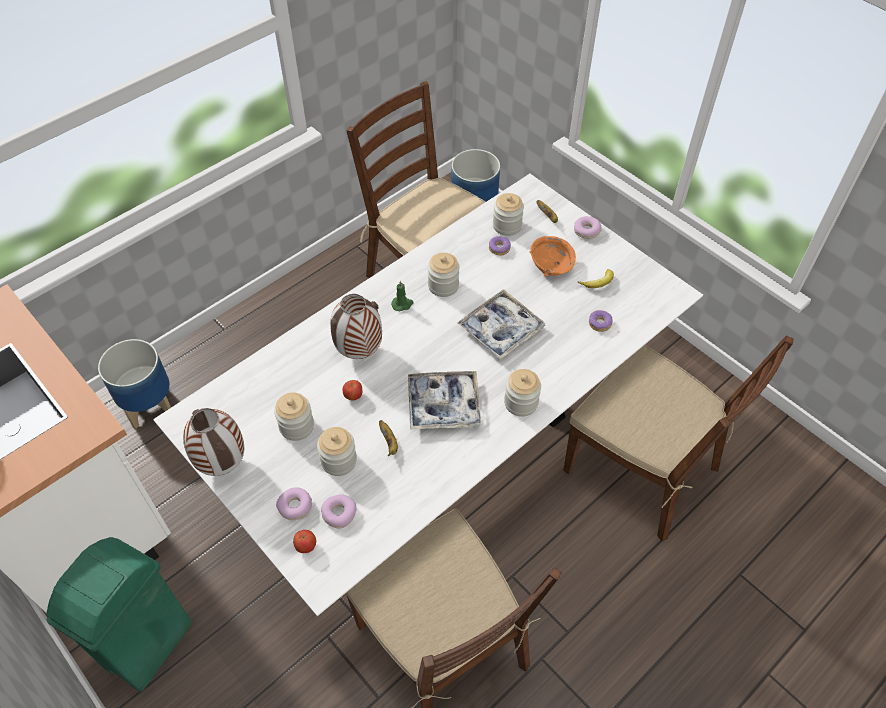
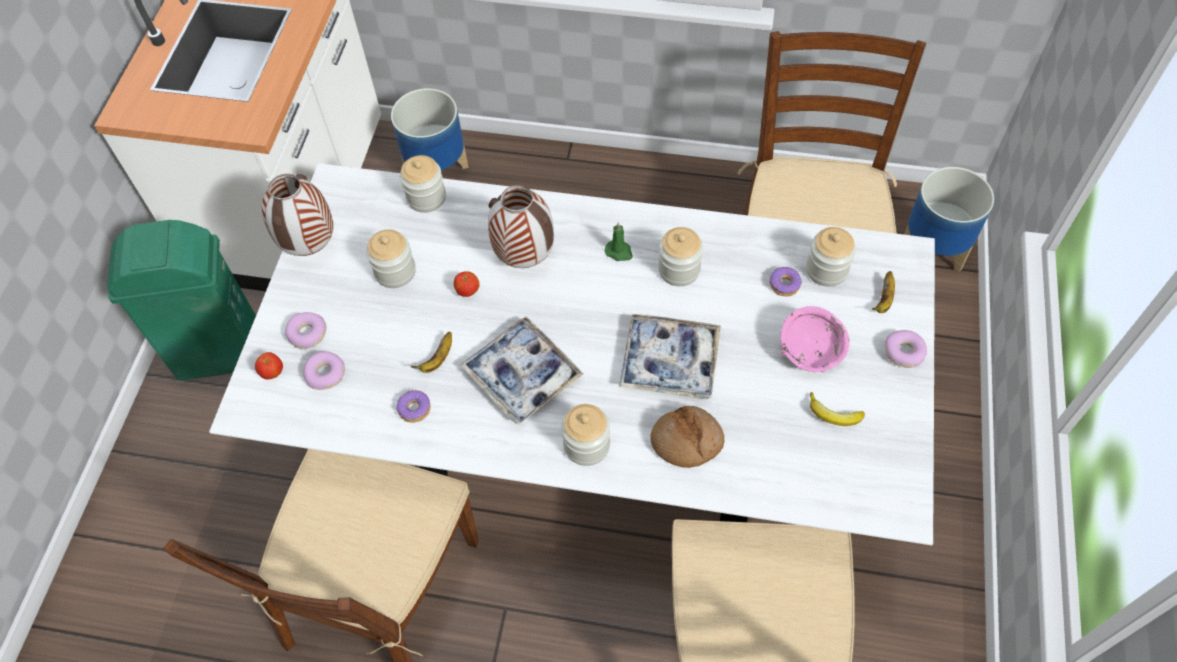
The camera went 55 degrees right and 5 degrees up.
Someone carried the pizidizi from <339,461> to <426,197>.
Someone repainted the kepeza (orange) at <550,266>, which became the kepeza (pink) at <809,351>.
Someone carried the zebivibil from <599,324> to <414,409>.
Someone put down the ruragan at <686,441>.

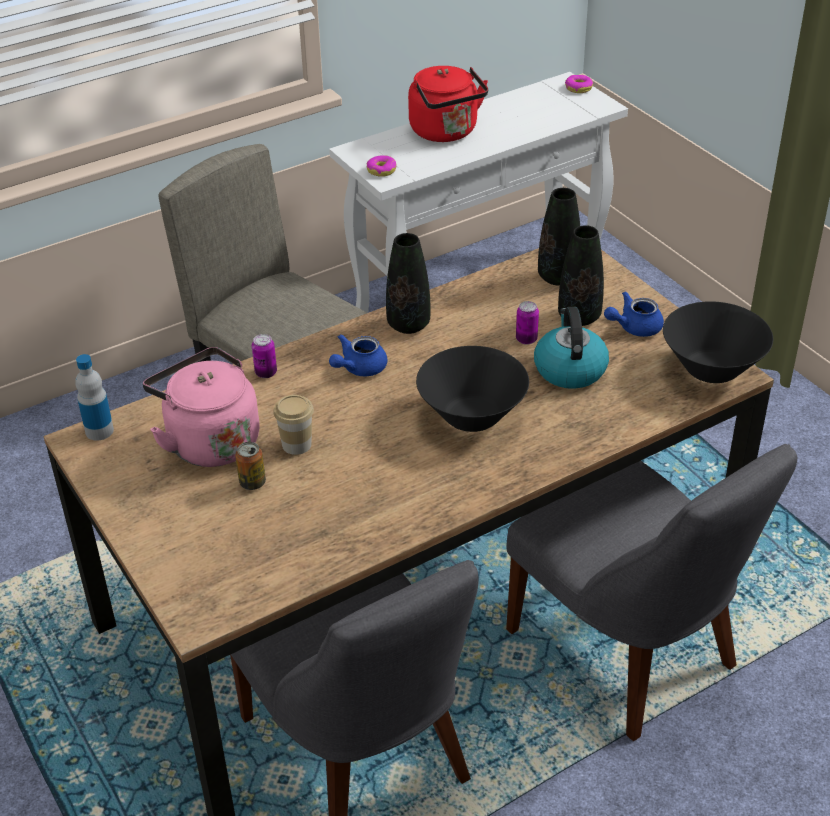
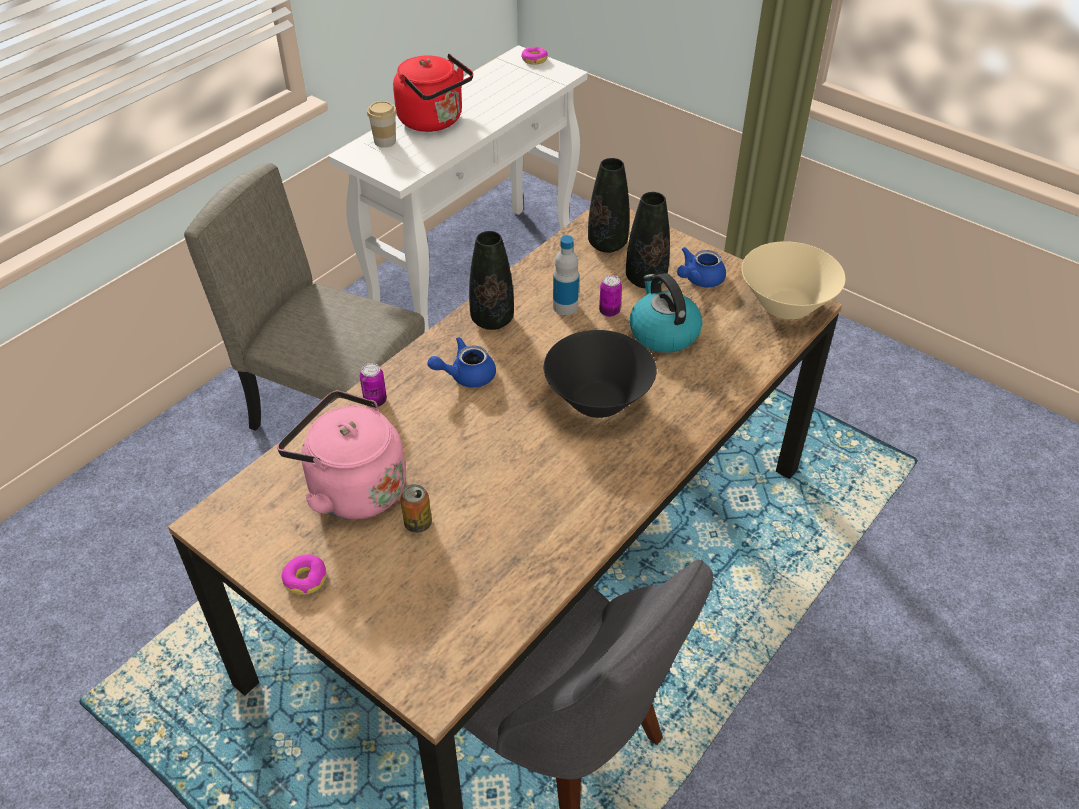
The camera went 20 degrees left and 5 degrees up.
Someone carried the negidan from <99,431> to <565,306>.
Someone carried the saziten from <296,444> to <385,141>.
Someone rotated the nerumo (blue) at <359,368> by 45 degrees clockwise.
Someone carried the zebivibil from <381,170> to <305,579>.
Someone took away the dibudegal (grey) at <628,654>.
Someone repainted the kepeza (black) at <712,369>, which became the kepeza (beige) at <786,305>.

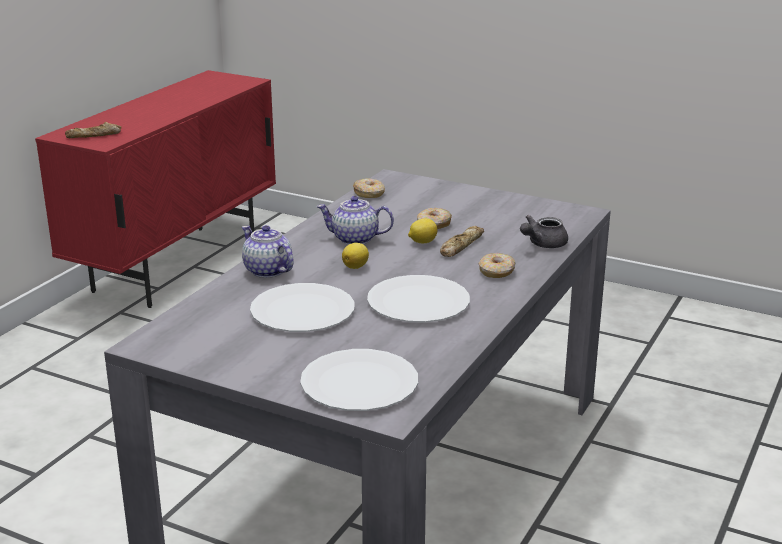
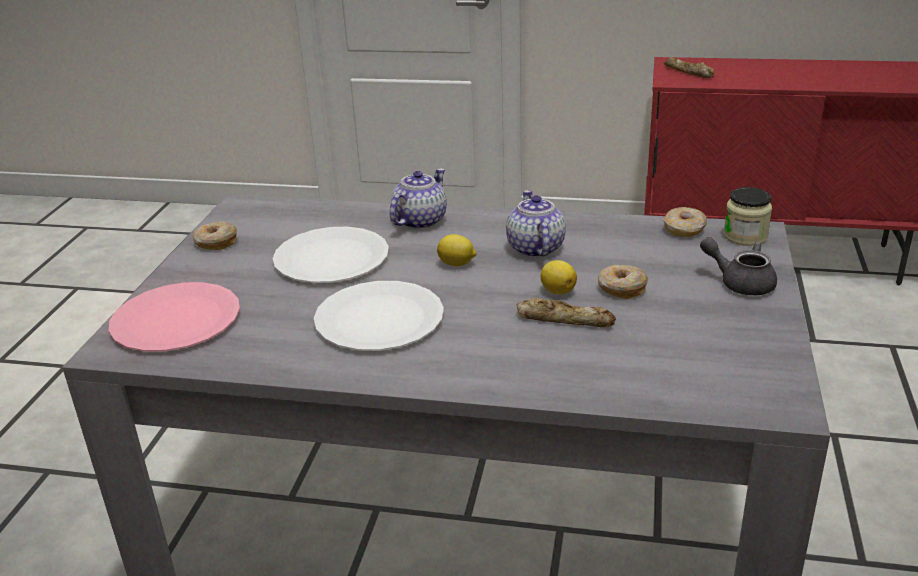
The camera went 75 degrees right and 5 degrees up.
Someone repainted the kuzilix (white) at <359,383>, which became the kuzilix (pink) at <175,320>.
Someone carried the zebivibil from <496,272> to <216,243>.
Someone carried the nerumo (grey) from <542,244> to <740,282>.
Someone put down the pizidizi at <745,236>.

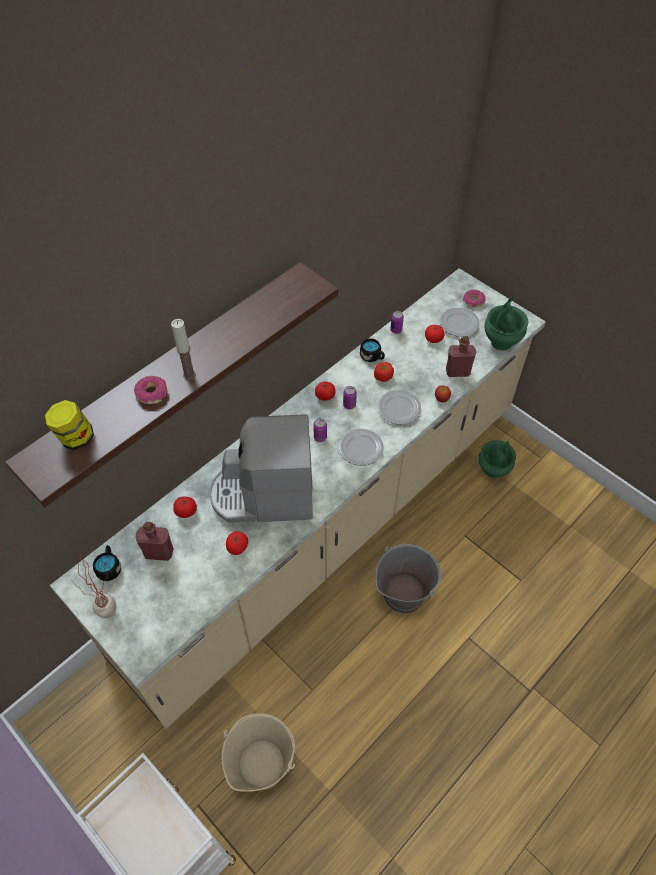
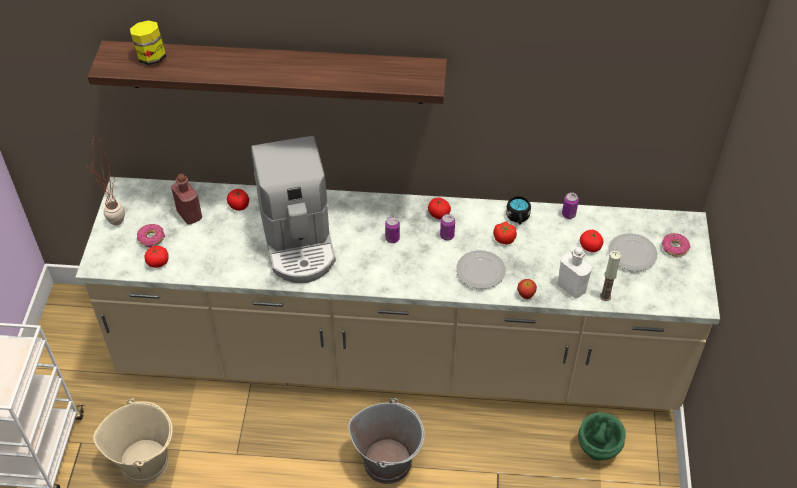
The camera went 50 degrees right and 5 degrees down.
Someone took away the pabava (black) at <109,567>.
Someone carried the zebivibil from <152,393> to <151,238>.
Someone carried the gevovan from <189,375> to <605,296>.
Someone rotated the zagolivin at <264,496> by 150 degrees counterclockwise.
Someone carried the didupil from <237,547> to <158,263>.
Someone took away the kuzilix at <361,449>.
Someone repainted the negidan (red) at <457,372>, which became the negidan (white) at <571,287>.
Someone took away the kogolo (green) at <501,342>.

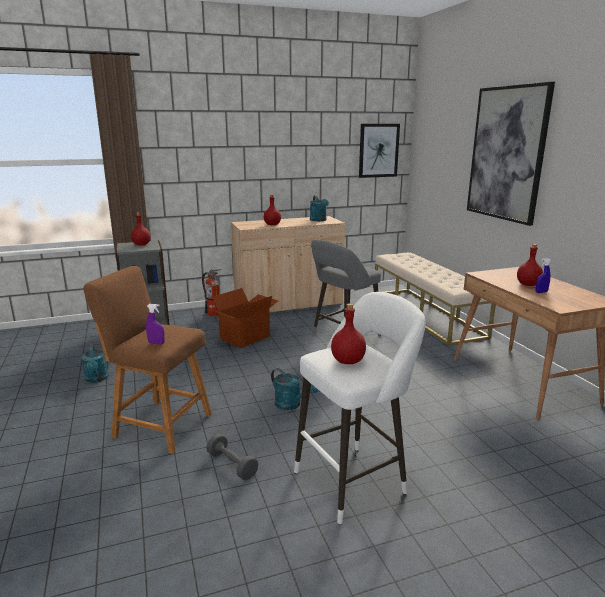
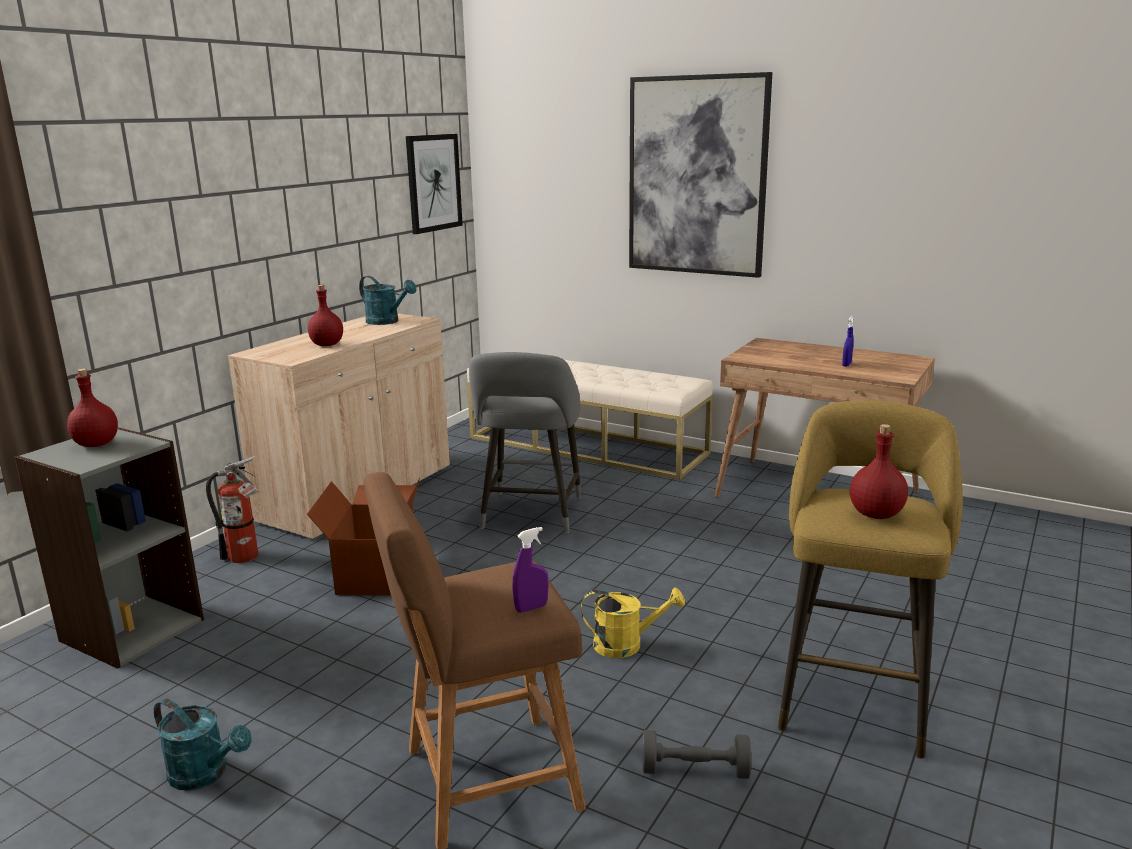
The camera went 40 degrees left and 0 degrees up.
Someone repainted the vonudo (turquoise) at <291,405>, which became the vonudo (yellow) at <627,645>.
Someone repainted the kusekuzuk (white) at <354,479>, which became the kusekuzuk (yellow) at <853,697>.
Someone took away the negidan (red) at <527,285>.

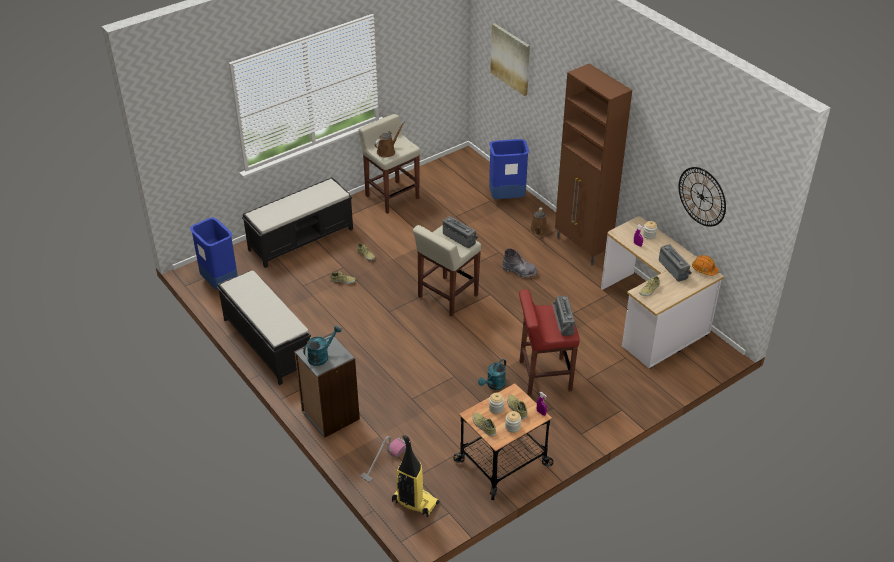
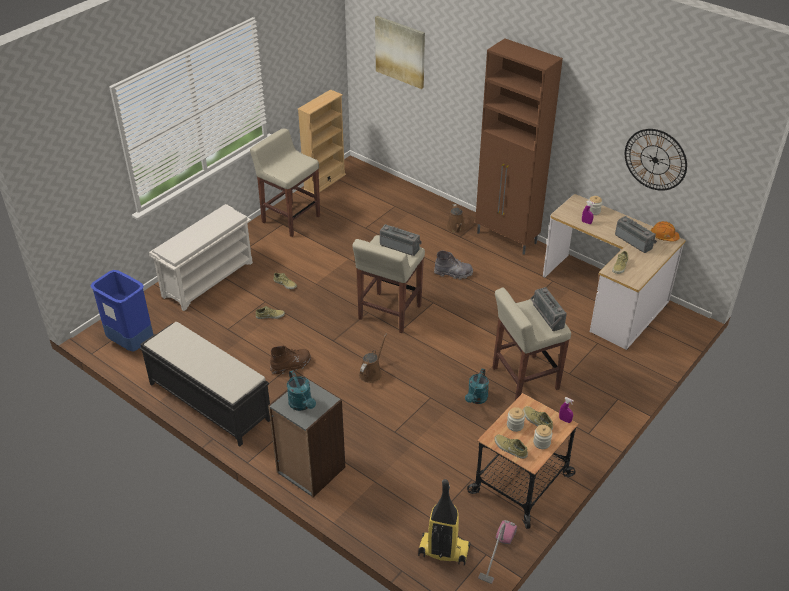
The camera went 15 degrees left and 0 degrees up.
Someone swapped the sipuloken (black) at <301,239> for the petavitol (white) at <208,279>.
Someone rotated the vonudo (turquoise) at <321,356> by 120 degrees clockwise.
Someone carried the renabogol from <384,462> to <497,553>.
Someone carried the vonudo (brown) from <387,151> to <371,373>.
Someone took away the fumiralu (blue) at <507,197>.
Someone repainted the kusekuzuk (red) at <544,376>, which became the kusekuzuk (beige) at <524,378>.
Someone put down the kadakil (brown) at <291,365>.
Someone put down the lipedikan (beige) at <324,182>.

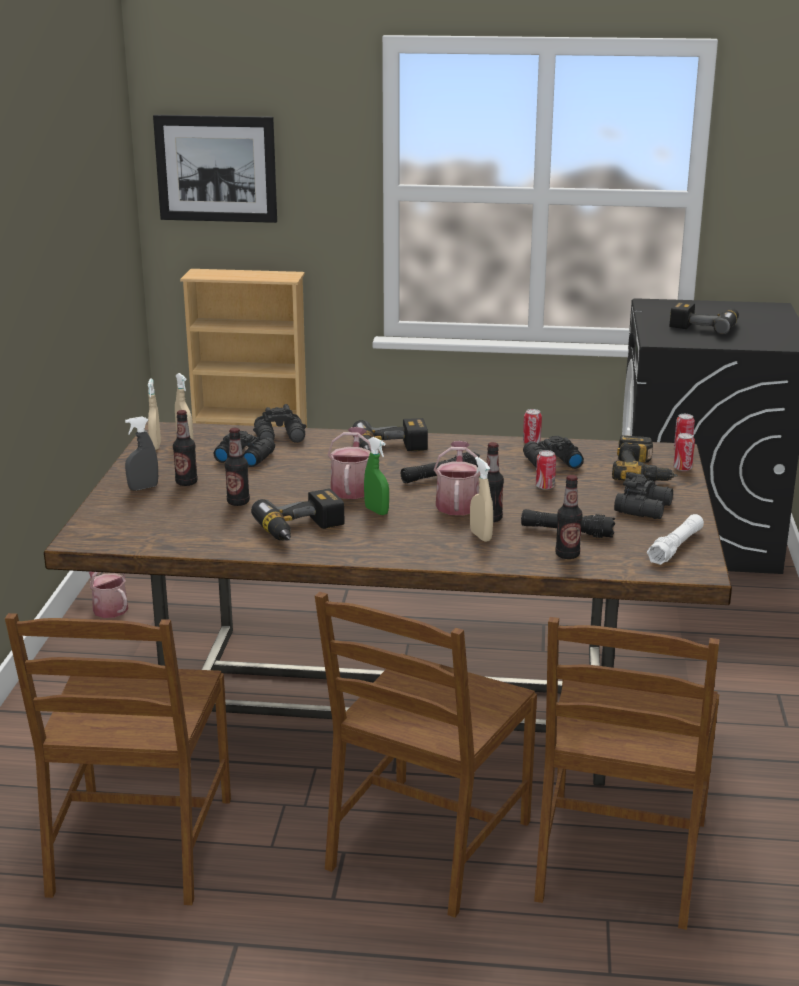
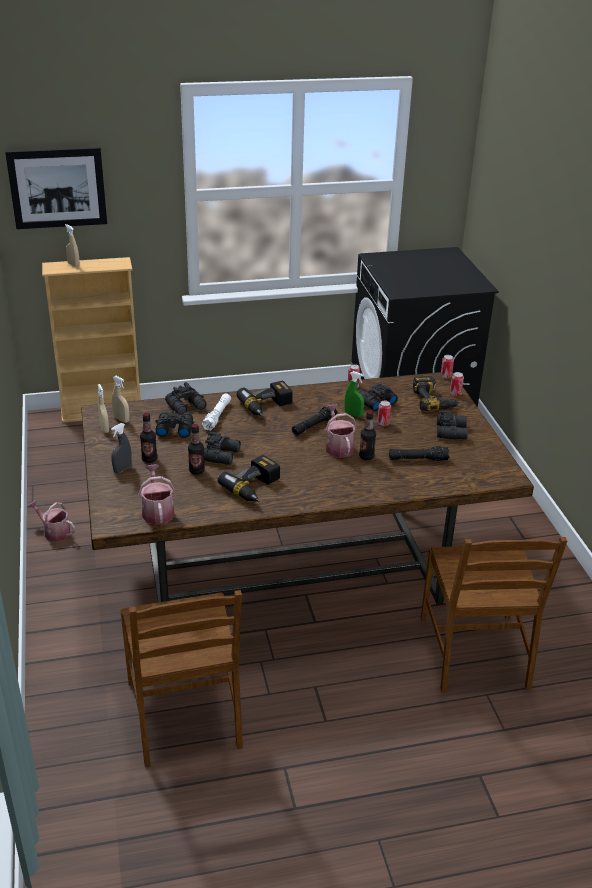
The camera went 20 degrees left and 10 degrees up.
Someone took away the dibudegal (brown) at <427,845>.
Someone carried the vonudo from <352,487> to <157,511>.
Someone carried the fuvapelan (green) from <376,511> to <353,414>.
Someone carried the fuvapelan (beige) from <480,536> to <73,265>.
Someone took away the negidan at <567,555>.
Someone carried the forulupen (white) from <676,547> to <217,416>.
Someone took away the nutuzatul at <705,326>.
Someone put down the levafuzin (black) at <222,455>.

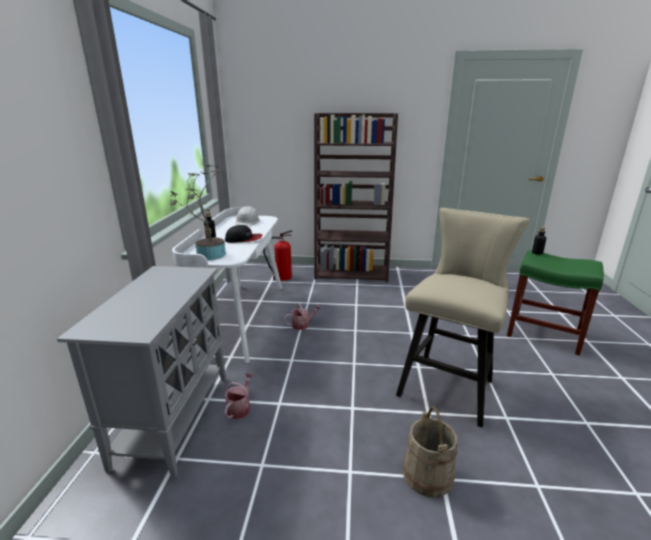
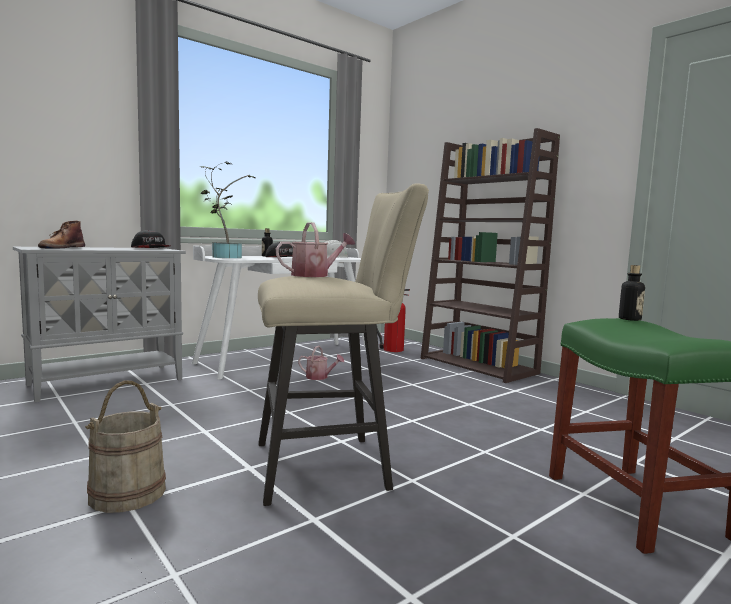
The camera went 45 degrees right and 15 degrees down.
Someone carried the vonudo from <240,407> to <315,275>.
Someone put down the kadakil (brown) at <61,247>.
Someone put down the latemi at <151,248>.

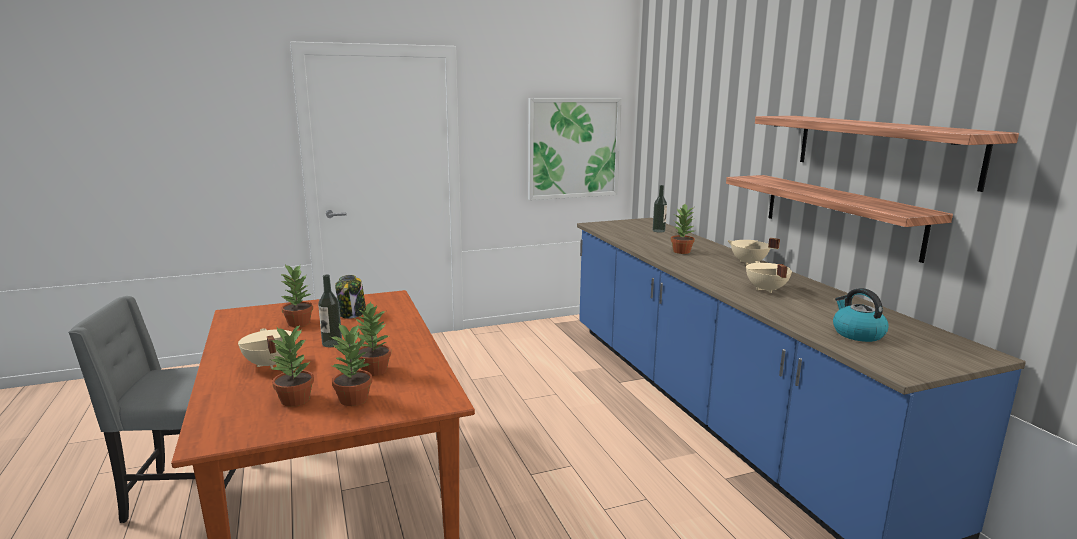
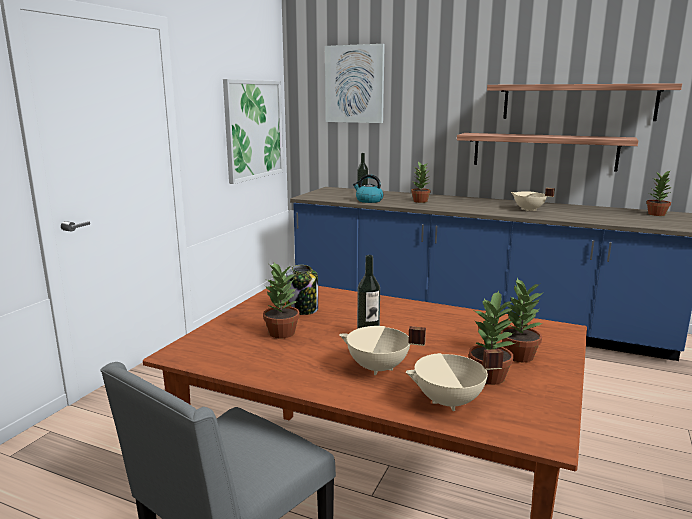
The camera went 45 degrees left and 0 degrees up.
Someone carried the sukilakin from <374,371> to <657,214>.
Someone carried the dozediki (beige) from <748,263> to <449,402>.
Someone carried the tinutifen from <857,333> to <368,200>.
Someone put up the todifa at <354,84>.

